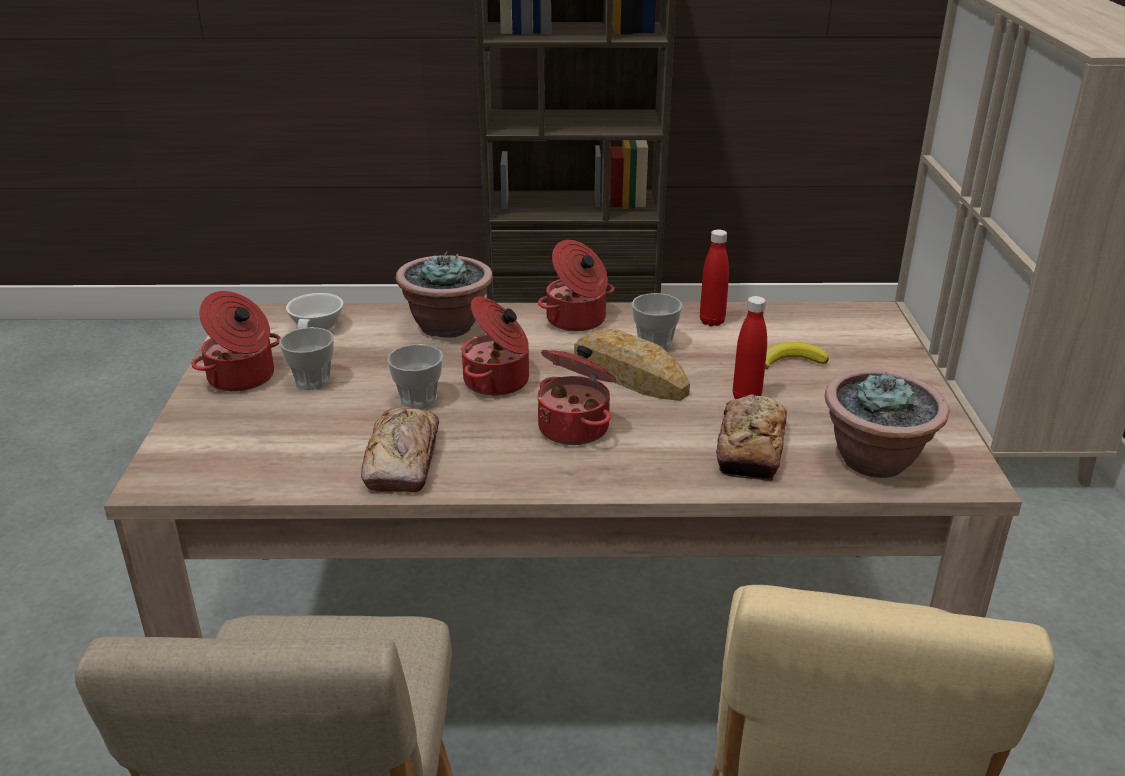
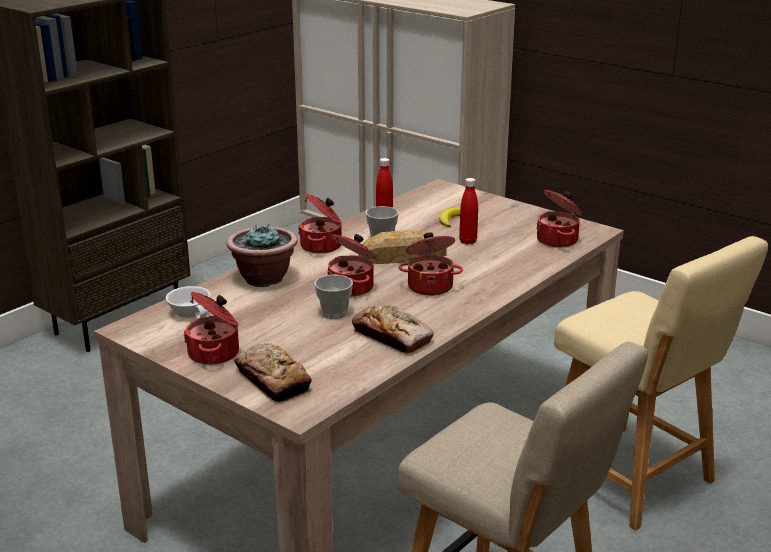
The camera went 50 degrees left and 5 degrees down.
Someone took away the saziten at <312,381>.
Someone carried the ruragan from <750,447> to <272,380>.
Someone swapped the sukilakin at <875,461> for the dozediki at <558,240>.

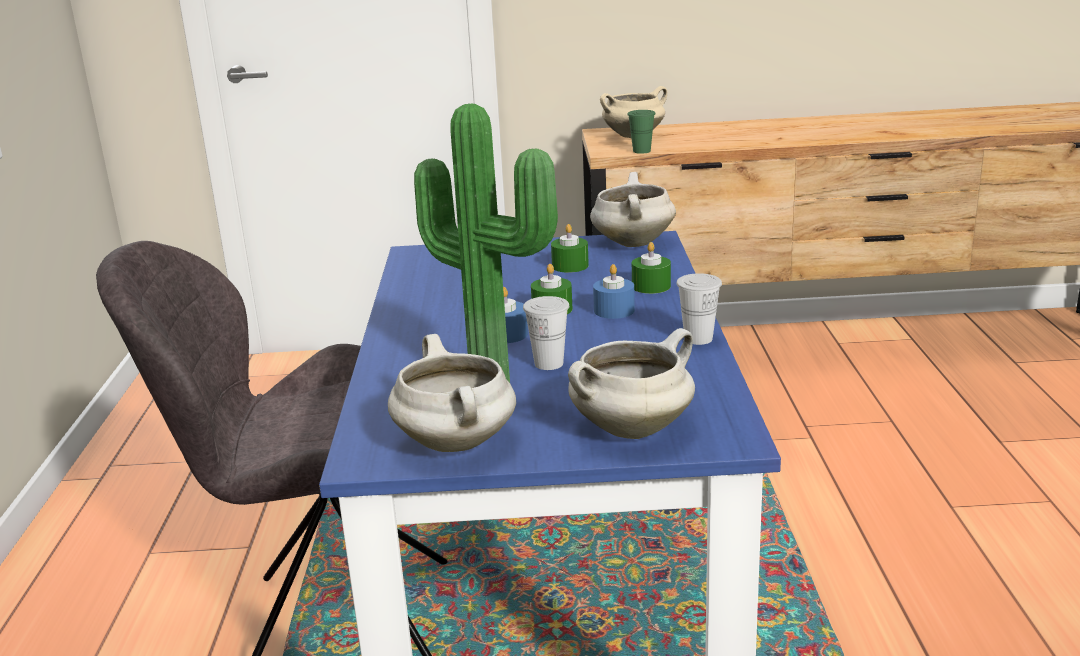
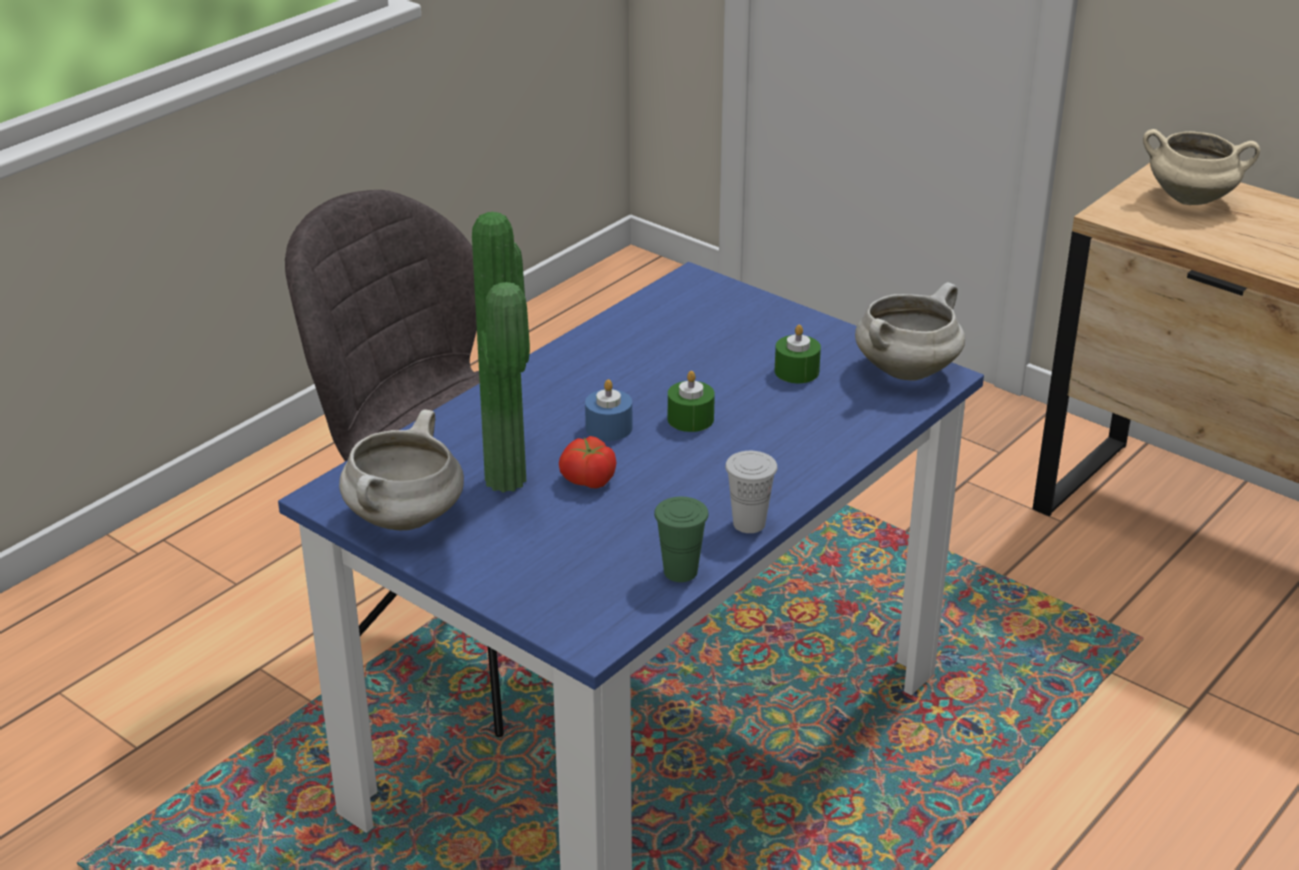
The camera went 40 degrees right and 10 degrees up.
Someone swapped the saziten (white) at <549,363> for the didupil at <588,479>.
Someone took away the dozediki (white) at <632,428>.
Someone took away the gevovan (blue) at <614,310>.
Someone carried the saziten (green) from <641,151> to <680,572>.
Someone took away the gevovan (green) at <651,286>.

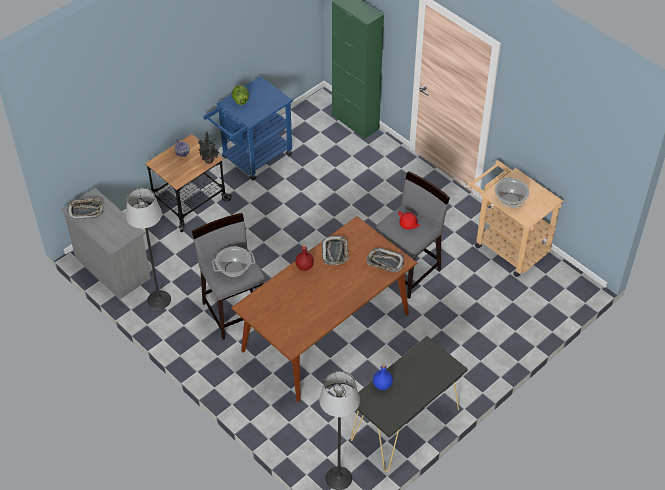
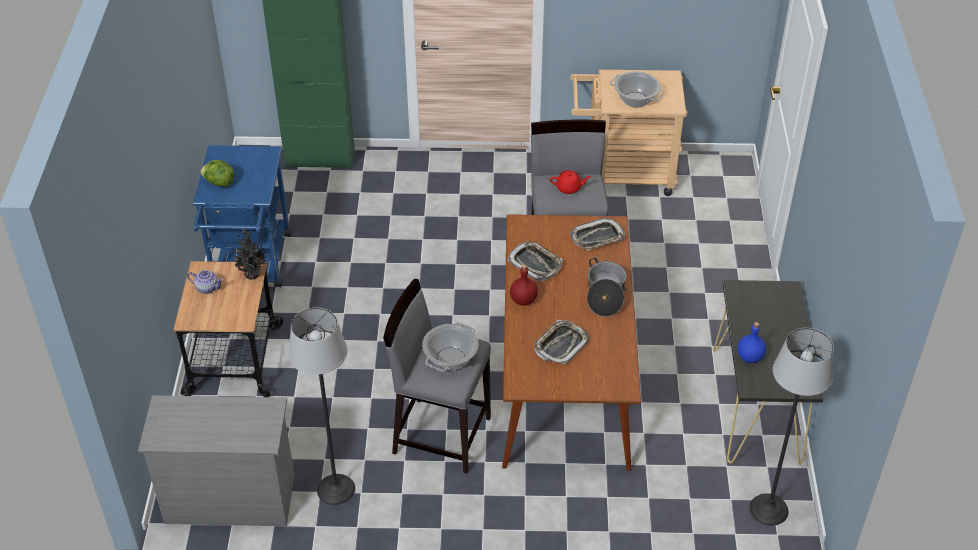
The camera went 45 degrees left and 5 degrees down.
Someone carried the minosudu from <86,210> to <561,345>.
Someone put down the dozediki at <605,295>.

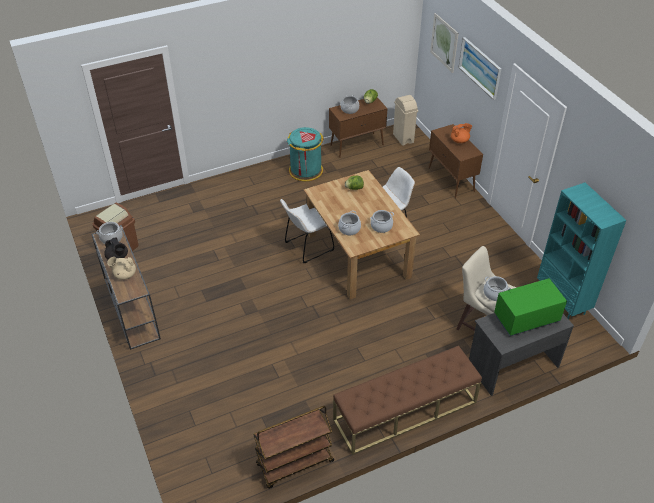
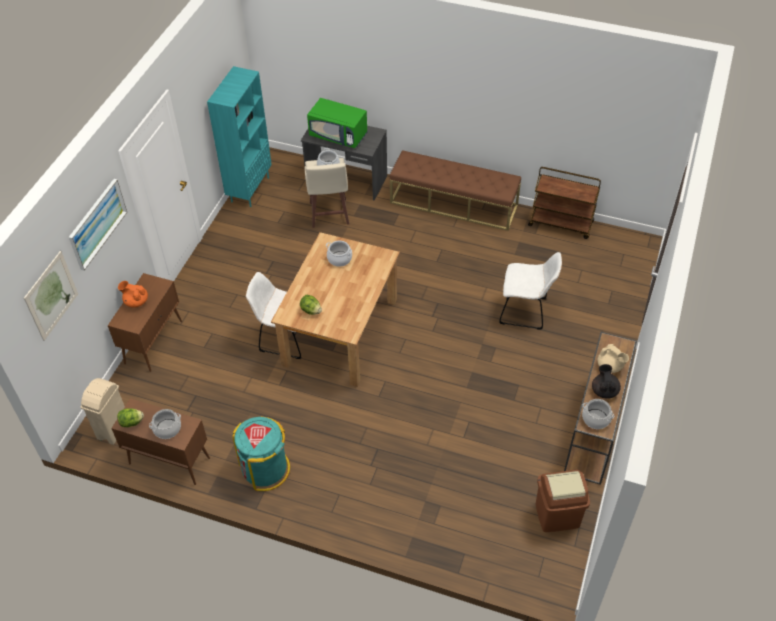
The camera went 135 degrees left and 5 degrees up.
Someone carried the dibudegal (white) from <307,247> to <526,311>.
Someone took away the dozediki at <349,229>.

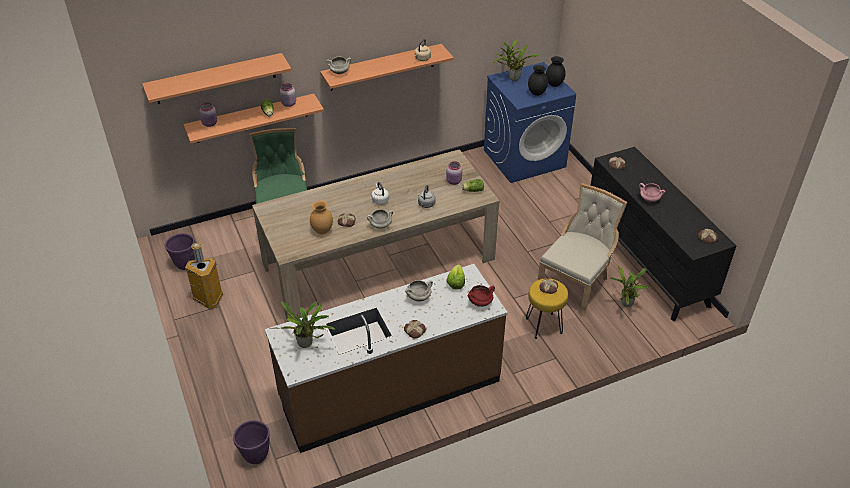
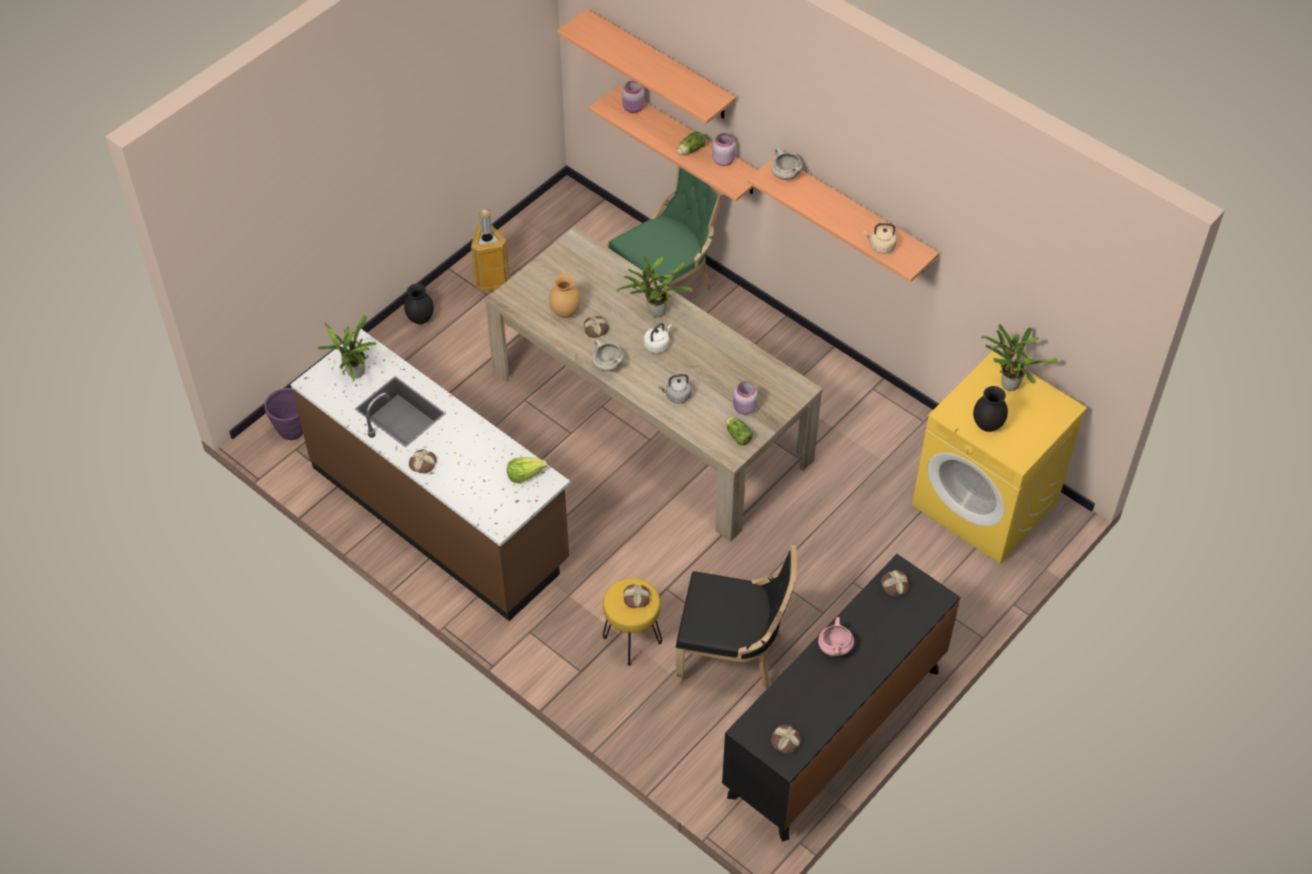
The camera went 65 degrees right and 10 degrees up.
Someone took away the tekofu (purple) at <185,264>.
Someone took away the dozediki (white) at <419,297>.
Someone took away the dozediki (red) at <480,302>.
Someone repainted the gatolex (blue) at <524,158>, which became the gatolex (yellow) at <986,503>.
Someone repainted the dibudegal (beige) at <575,285>, which became the dibudegal (black) at <733,655>.
Someone carried the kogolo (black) from <554,84> to <421,319>.
Someone carried the sukilakin from <625,304> to <654,311>.

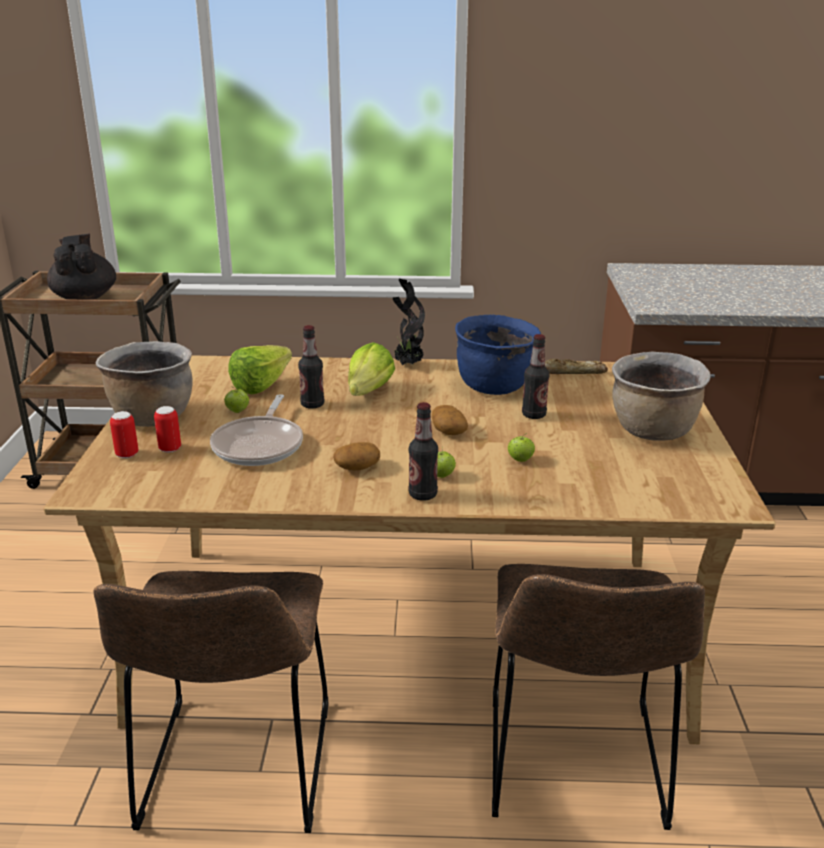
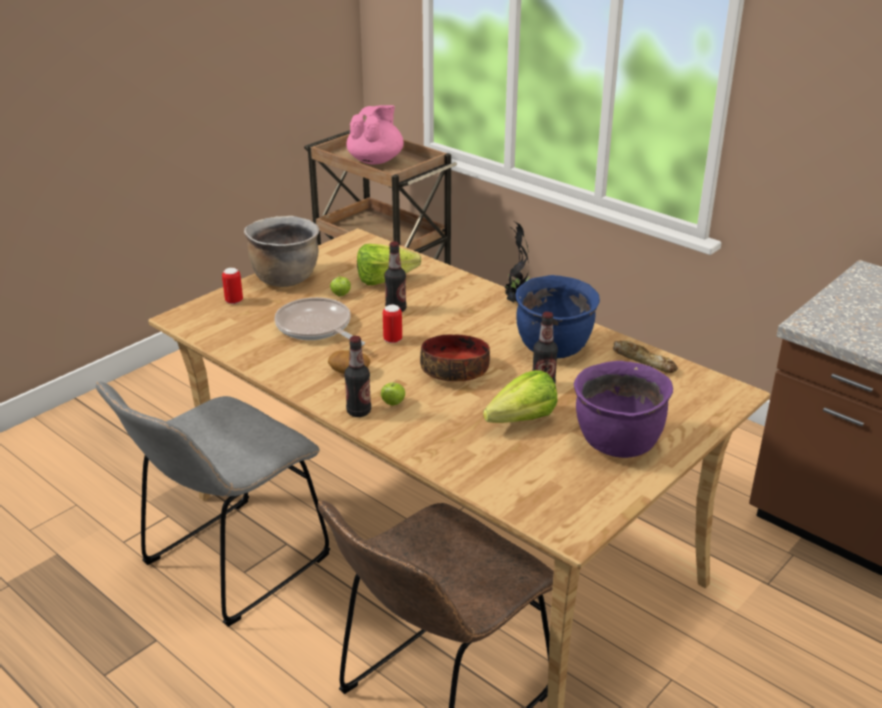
The camera went 40 degrees right and 5 degrees up.
Someone repainted the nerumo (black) at <85,298>, which became the nerumo (pink) at <376,160>.
Someone repainted the dibudegal (brown) at <236,774>, which became the dibudegal (grey) at <229,565>.
Someone carried the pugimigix from <170,449> to <392,340>.
Someone rotated the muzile at <260,445> by 90 degrees clockwise.
Someone carried the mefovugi from <364,395> to <515,422>.
Someone swapped the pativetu at <448,431> for the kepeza at <455,370>.
Someone took away the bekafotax at <520,460>.
Someone repainted the dozediki (brown) at <652,432>, which became the dozediki (purple) at <617,443>.

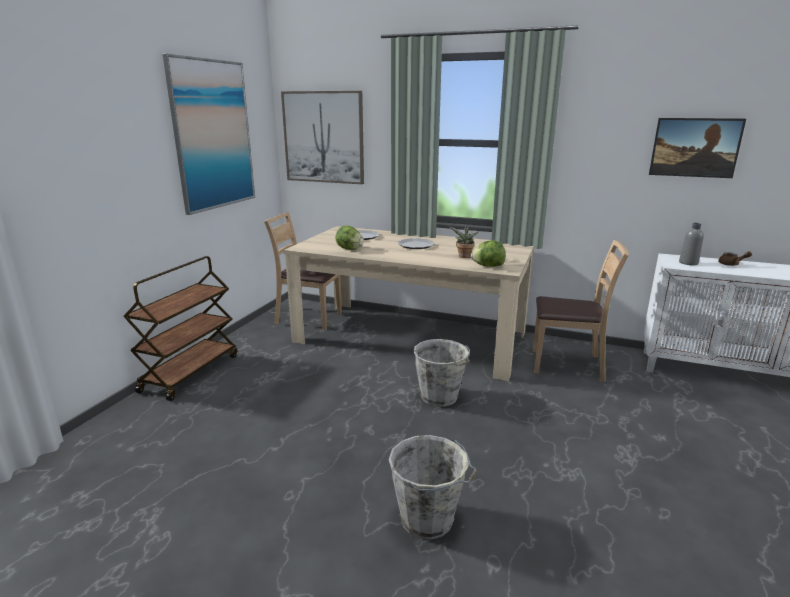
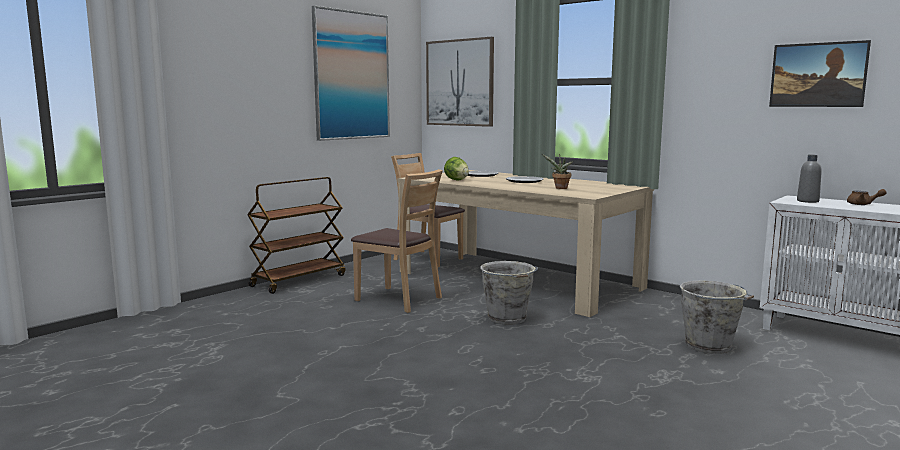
The camera went 20 degrees right and 10 degrees down.
Someone carried the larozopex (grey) from <429,520> to <710,346>.
Someone took away the mefovugi at <488,266>.
Someone carried the dibudegal (brown) from <568,365> to <399,299>.

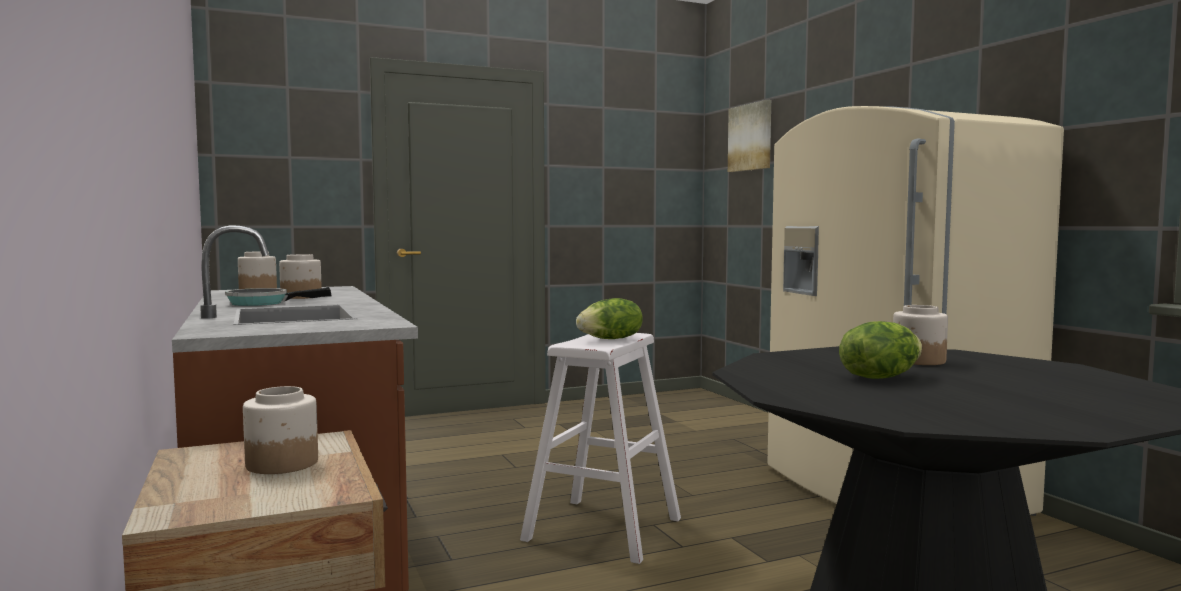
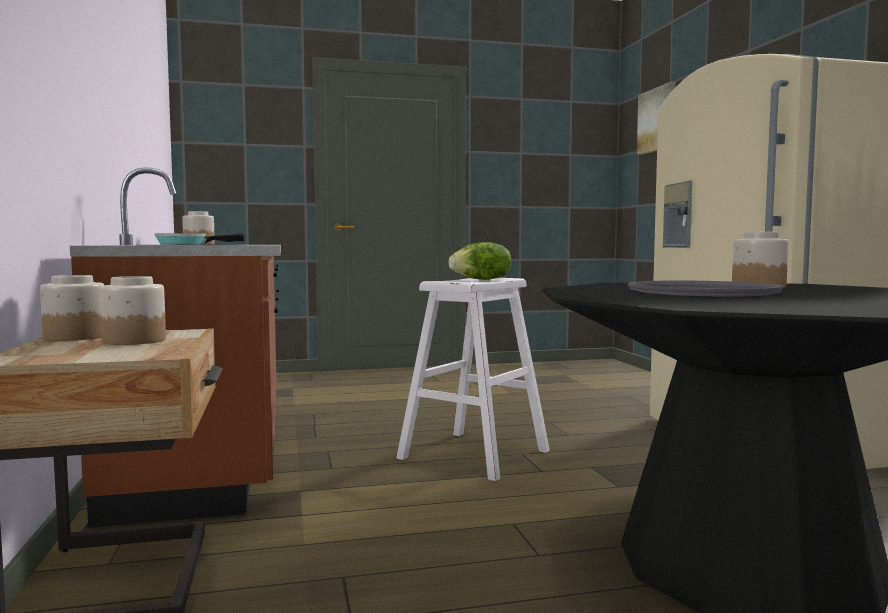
The camera went 10 degrees right and 0 degrees up.
Someone carried the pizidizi from <300,297> to <74,337>.
Someone swapped the mefovugi at <879,377> for the minosudu (grey) at <702,291>.

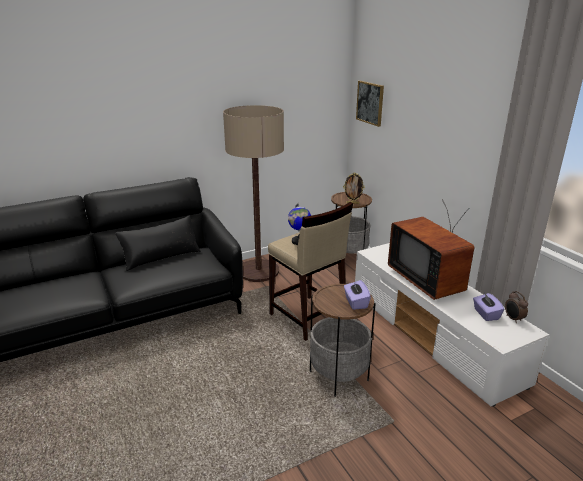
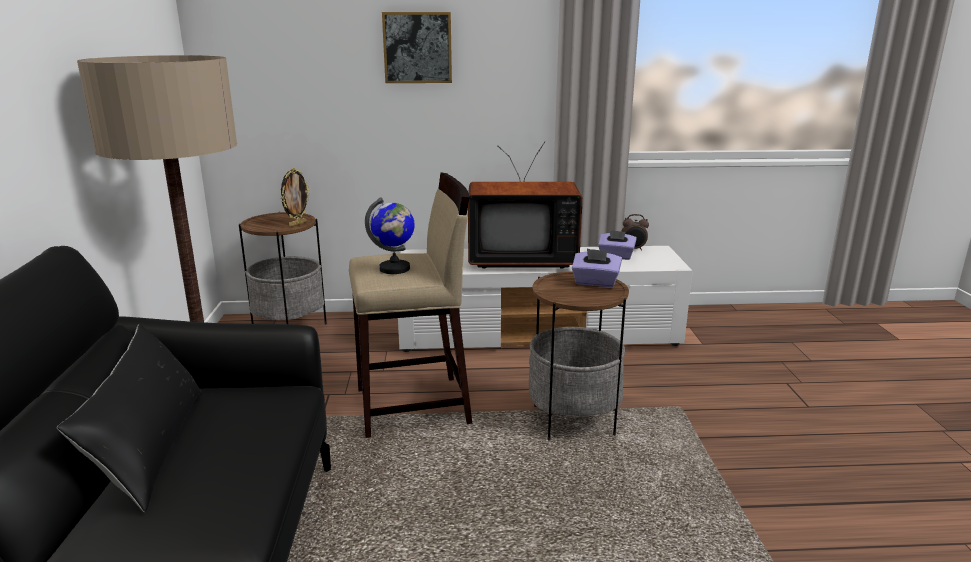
The camera went 65 degrees left and 5 degrees down.
Someone carried the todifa from <370,103> to <417,47>.

